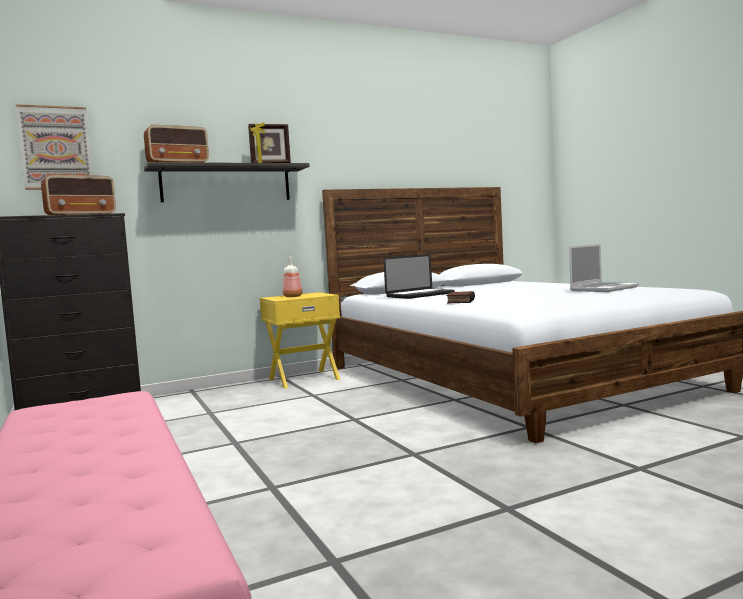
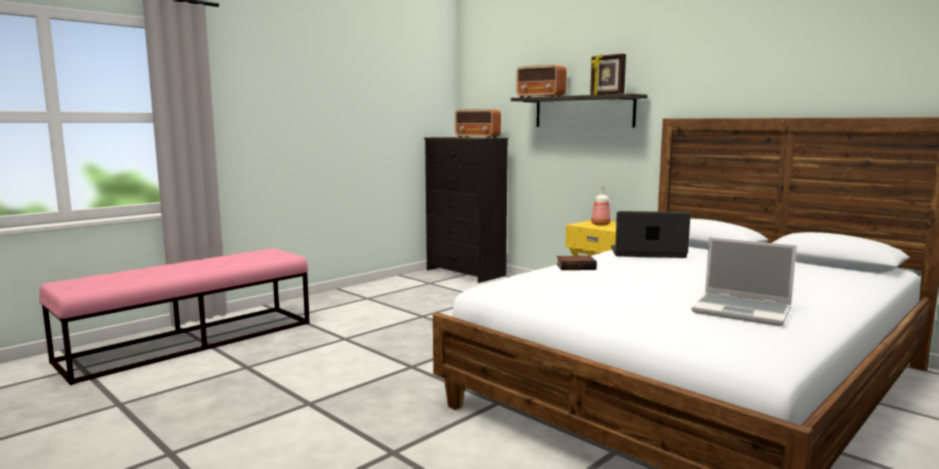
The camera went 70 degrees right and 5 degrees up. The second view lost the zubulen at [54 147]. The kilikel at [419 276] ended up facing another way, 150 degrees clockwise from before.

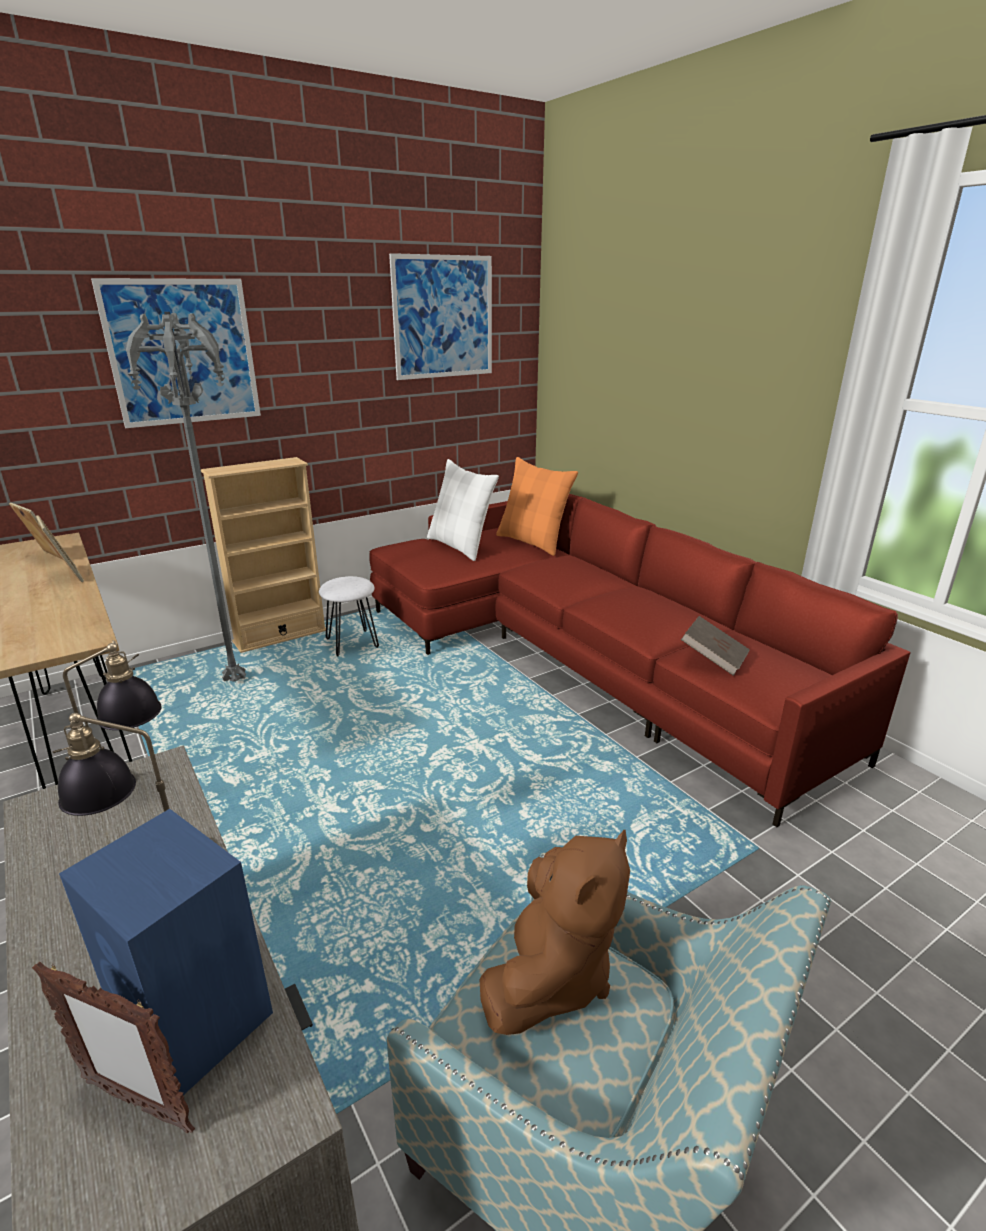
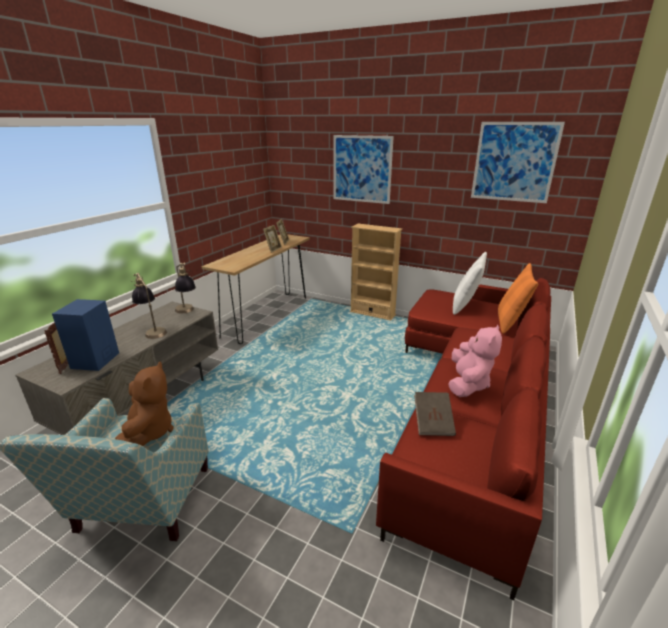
The camera went 60 degrees right and 0 degrees up. The second view lost the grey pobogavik at [186 496]. The second view lost the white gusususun at [349 616]. The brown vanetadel at [555 932] ended up facing another way, 90 degrees counterclockwise from before. The second view gained the pink vanetadel at [475 360].

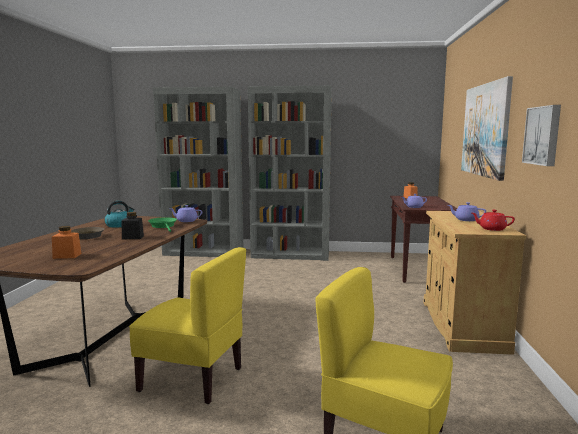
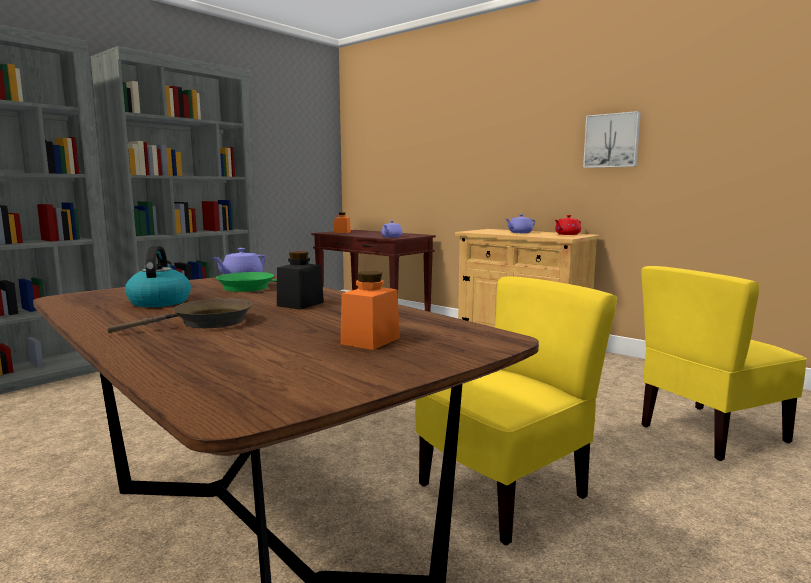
The camera went 55 degrees left and 0 degrees up. The second view lost the zubulen at [487 128].

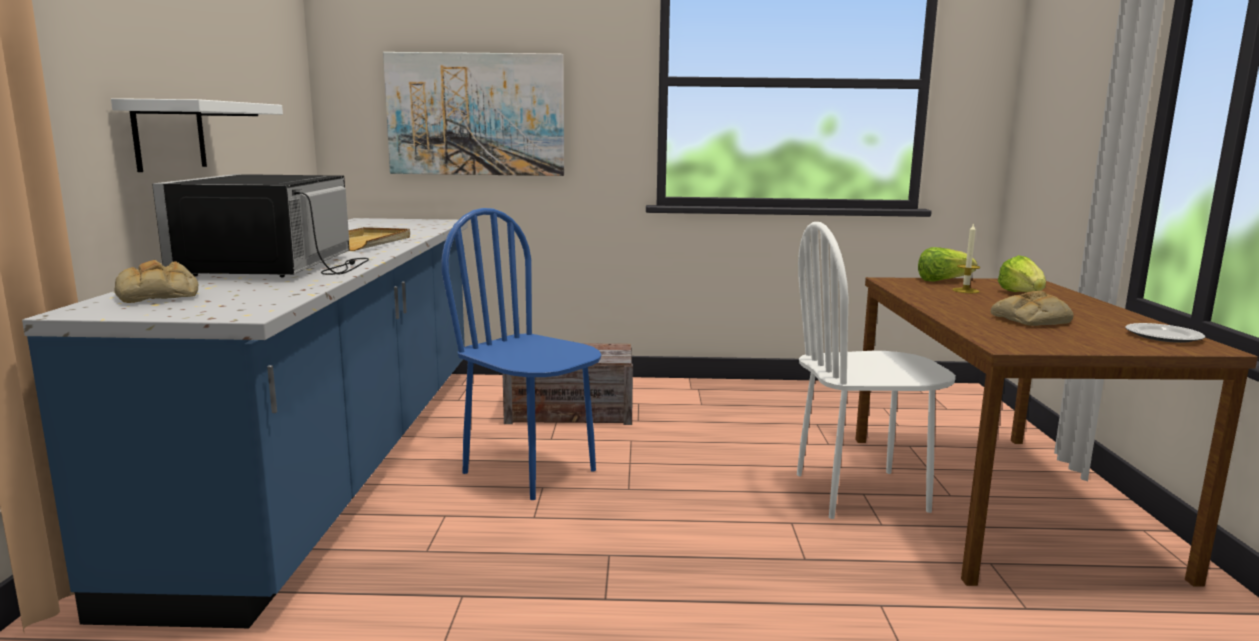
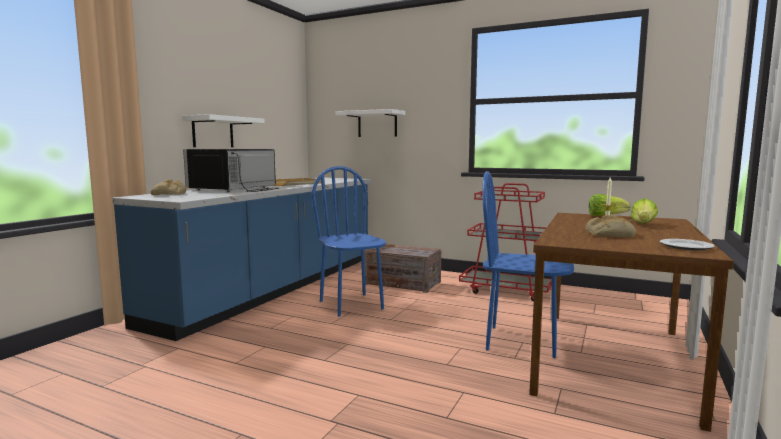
The camera went 25 degrees right and 5 degrees down. Where the zubulen hung at [473 114], the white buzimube came to hang at [370 123]. What was the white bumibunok at [876 370] turned into the blue bumibunok at [528 264]. The second view gained the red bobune at [505 242].

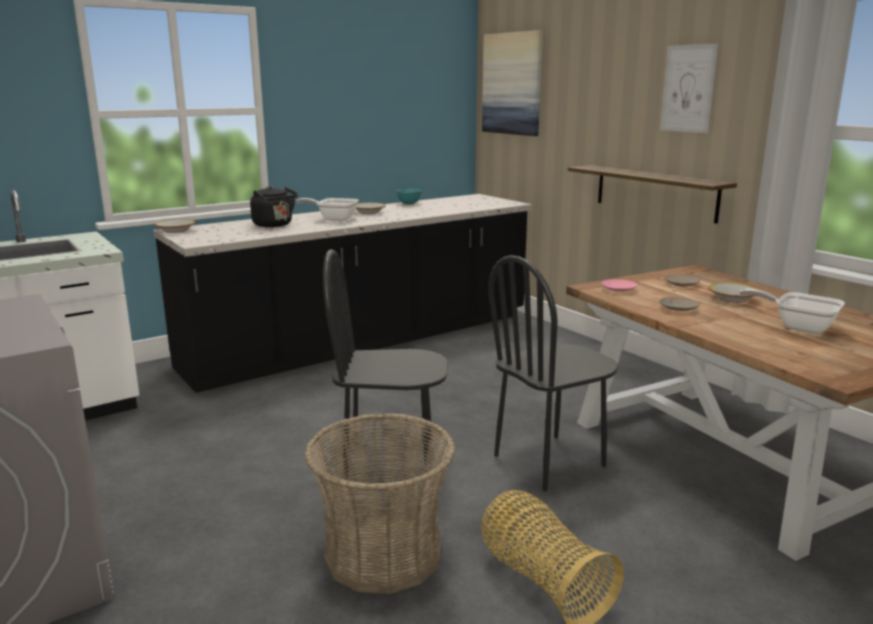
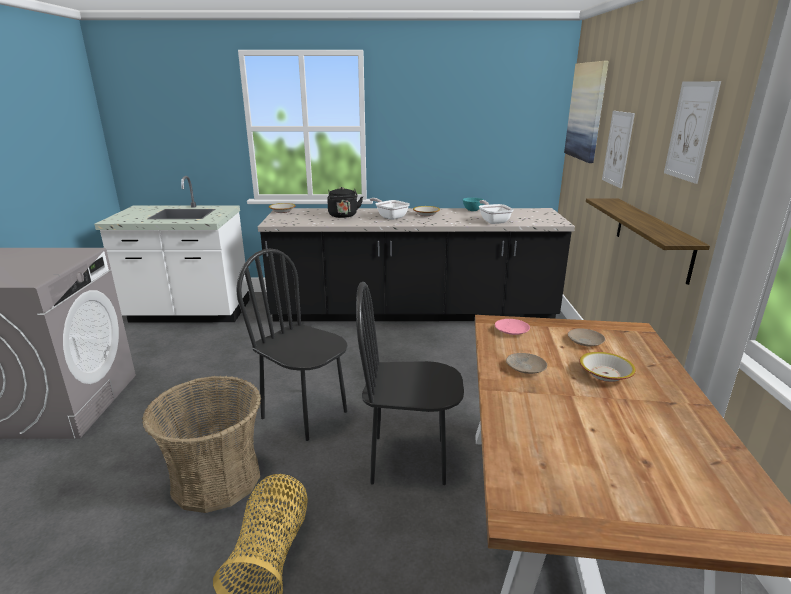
The camera went 35 degrees right and 5 degrees up. The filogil ended up elsewhere, having gone from [792 311] to [496 212]. The second view gained the zubulen at [618 149].

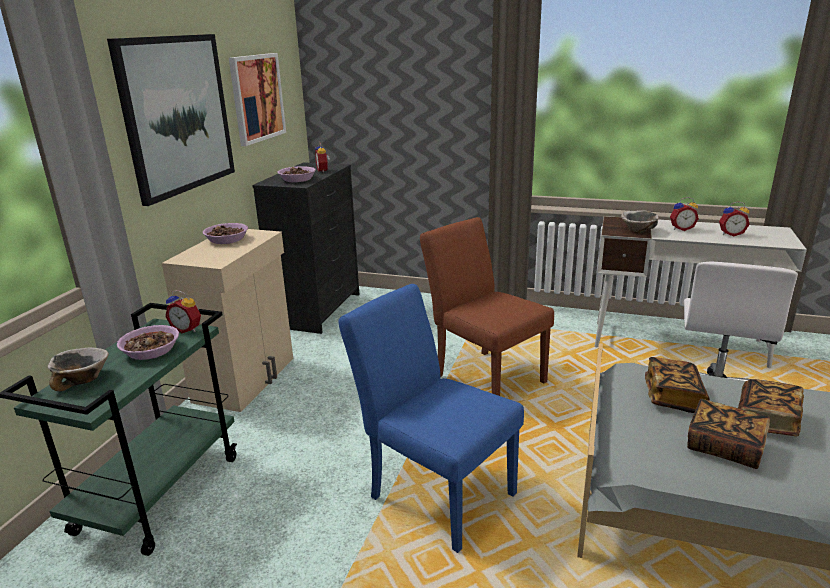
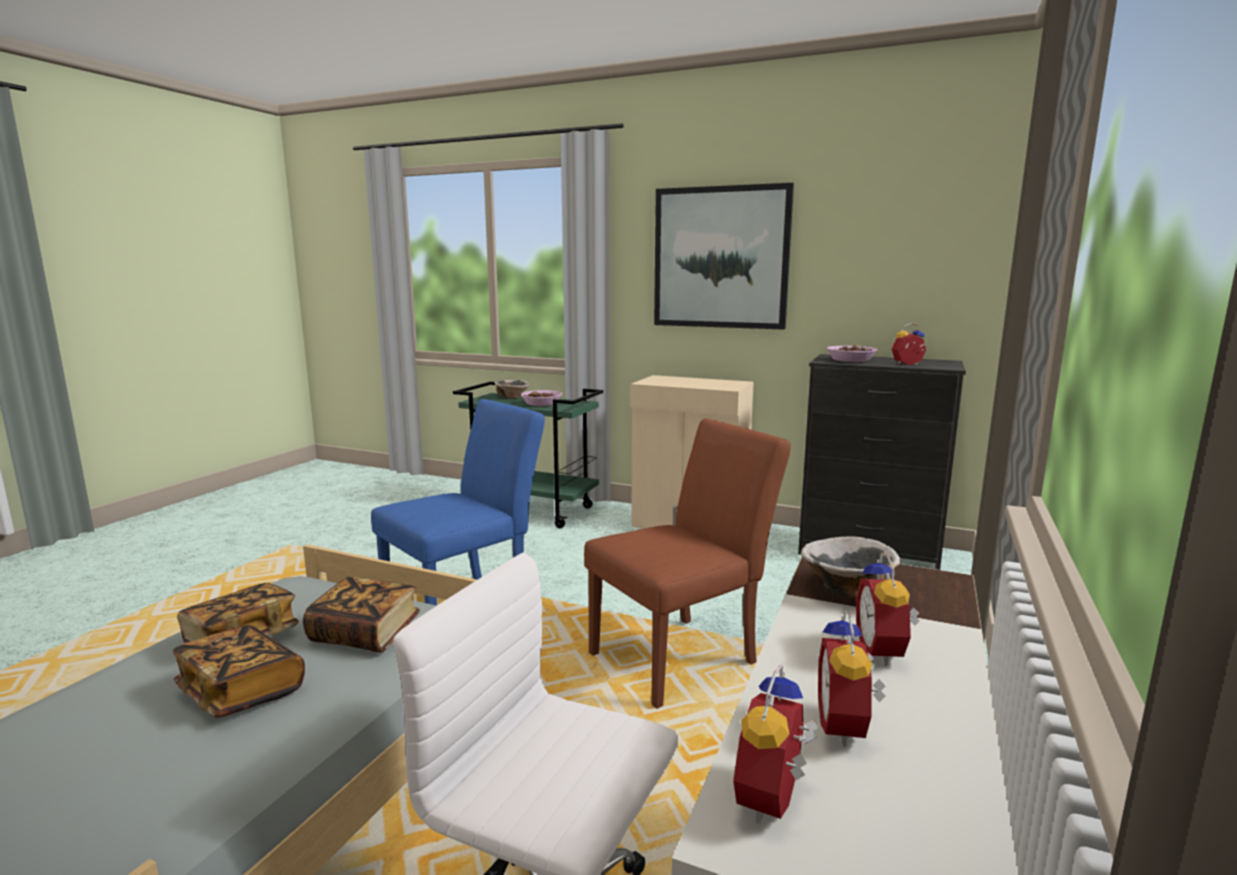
The camera went 95 degrees right and 10 degrees down. The second view lost the zubulen at [257 99]. The second view lost the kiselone at [225 233]. The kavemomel ended up elsewhere, having gone from [183 311] to [776 744].

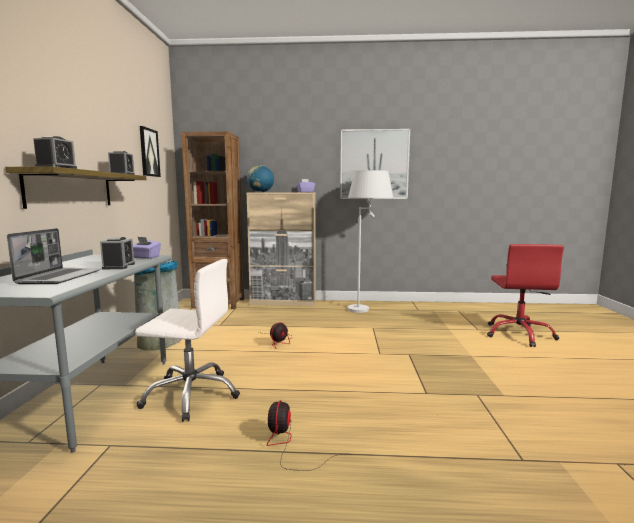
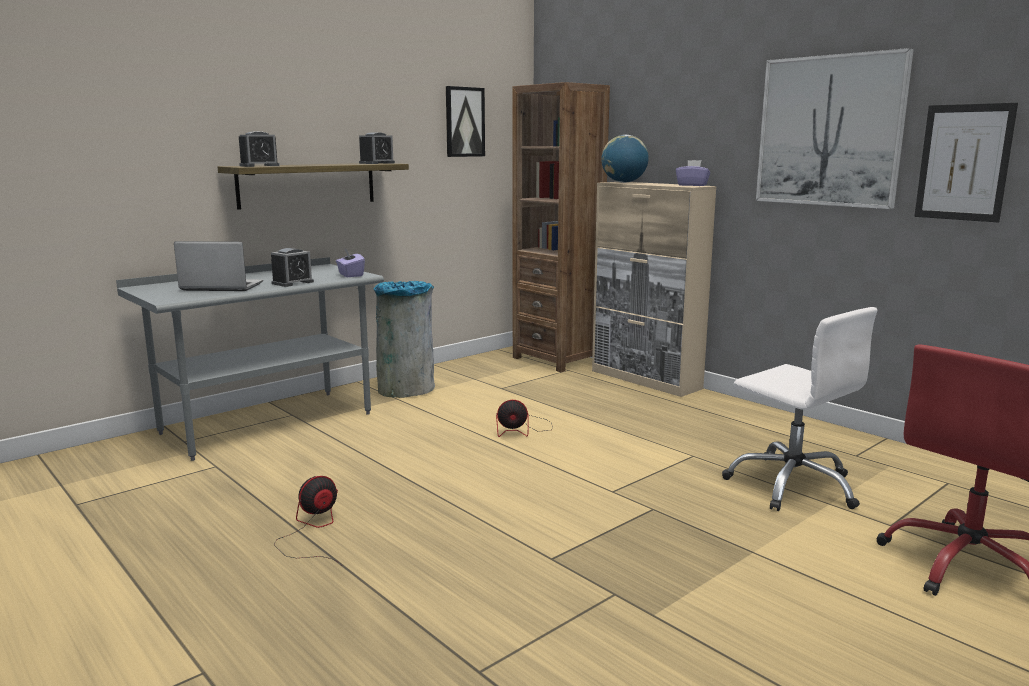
The camera went 45 degrees right and 5 degrees up. The second view lost the white pobogavik at [370 241]. The kilikel at [54 256] ended up facing another way, 135 degrees counterclockwise from before. The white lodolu ended up elsewhere, having gone from [187 340] to [799 409]. The second view gained the zubulen at [966 162].

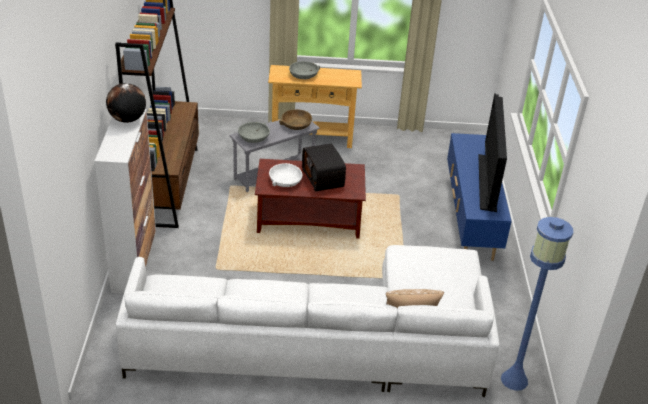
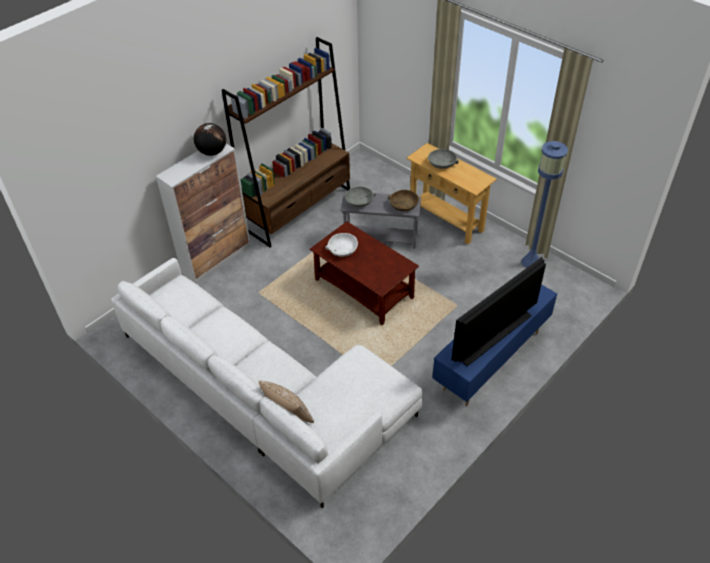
The camera went 45 degrees right and 10 degrees up. The second view lost the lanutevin at [324 167]. The blue pobogavik ended up elsewhere, having gone from [537 304] to [544 204].

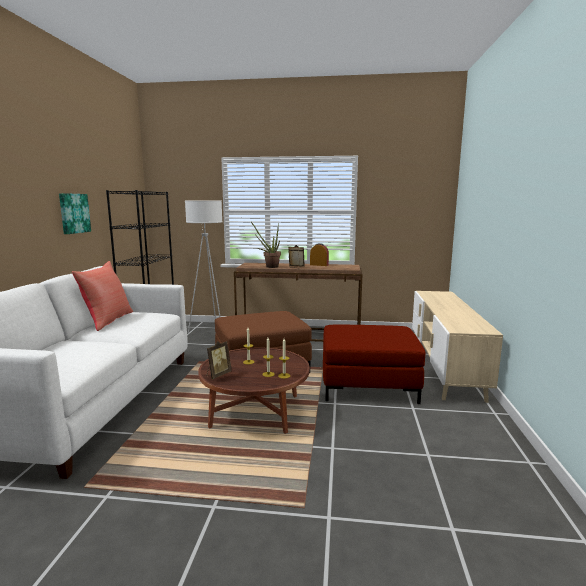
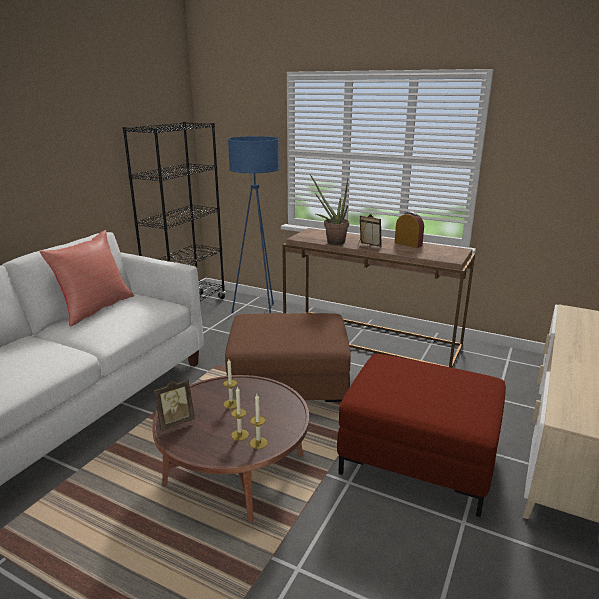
The camera went 20 degrees right and 10 degrees up. The second view lost the zubulen at [75 213]. What was the white pobogavik at [204 266] turned into the blue pobogavik at [253 224].

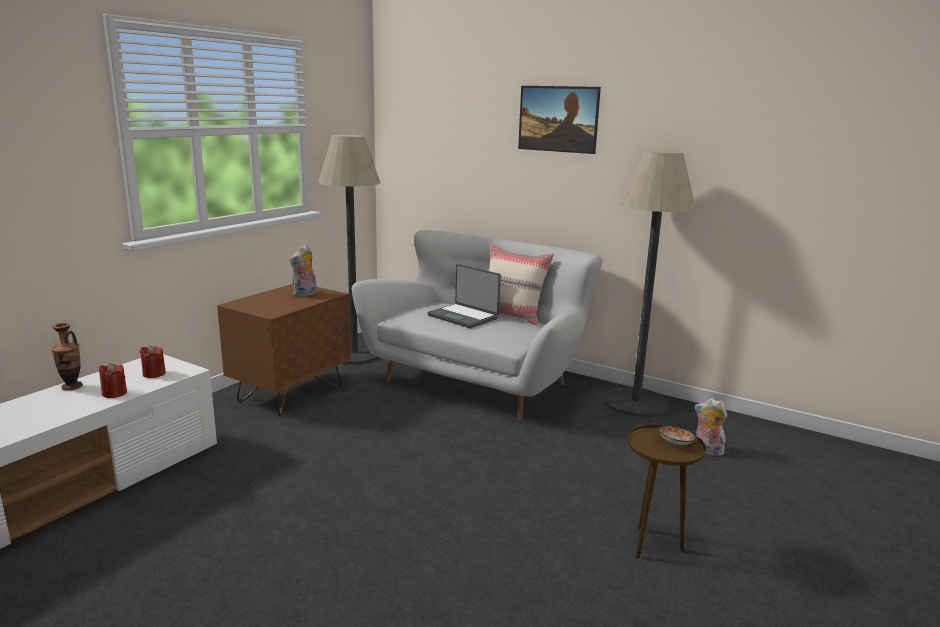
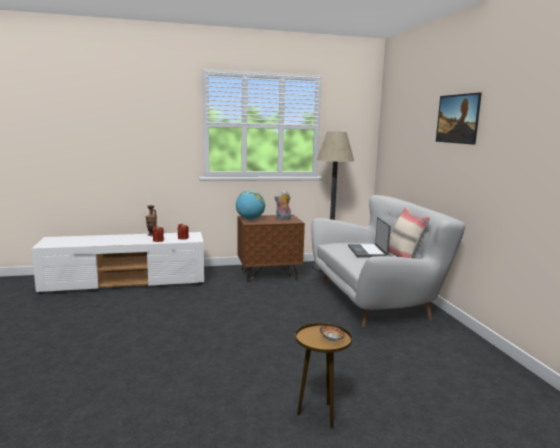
The camera went 45 degrees right and 5 degrees down. The second view lost the pobogavik at [650 283]. The second view lost the vanetadel at [711 427]. The second view gained the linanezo at [250 205].

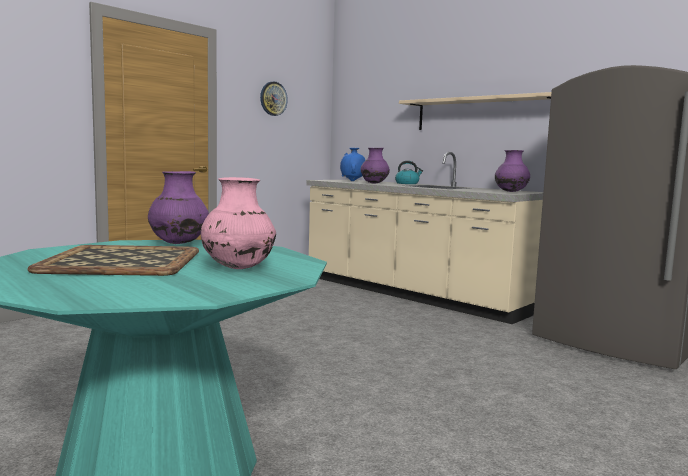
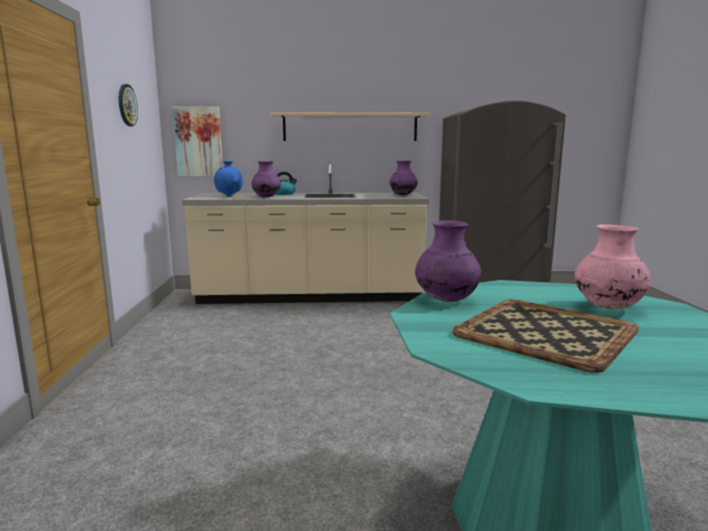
The camera went 45 degrees left and 5 degrees up. The second view gained the zubulen at [198 142].

